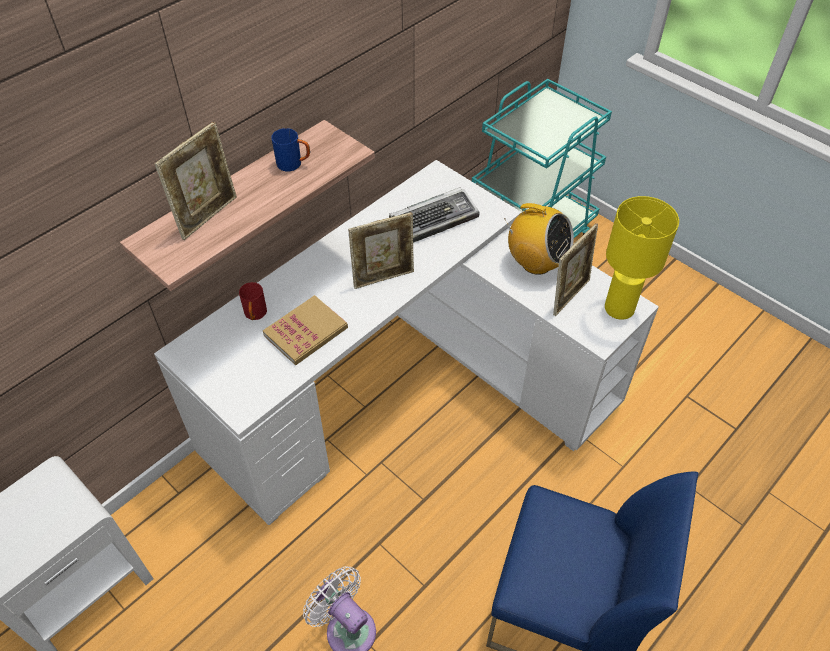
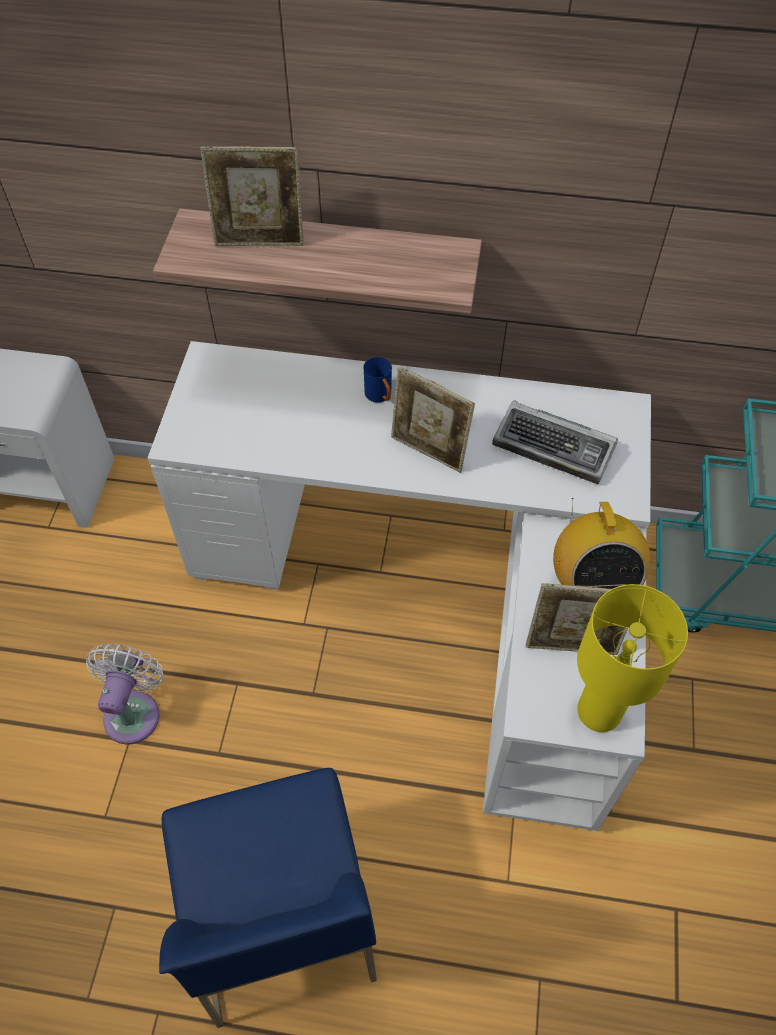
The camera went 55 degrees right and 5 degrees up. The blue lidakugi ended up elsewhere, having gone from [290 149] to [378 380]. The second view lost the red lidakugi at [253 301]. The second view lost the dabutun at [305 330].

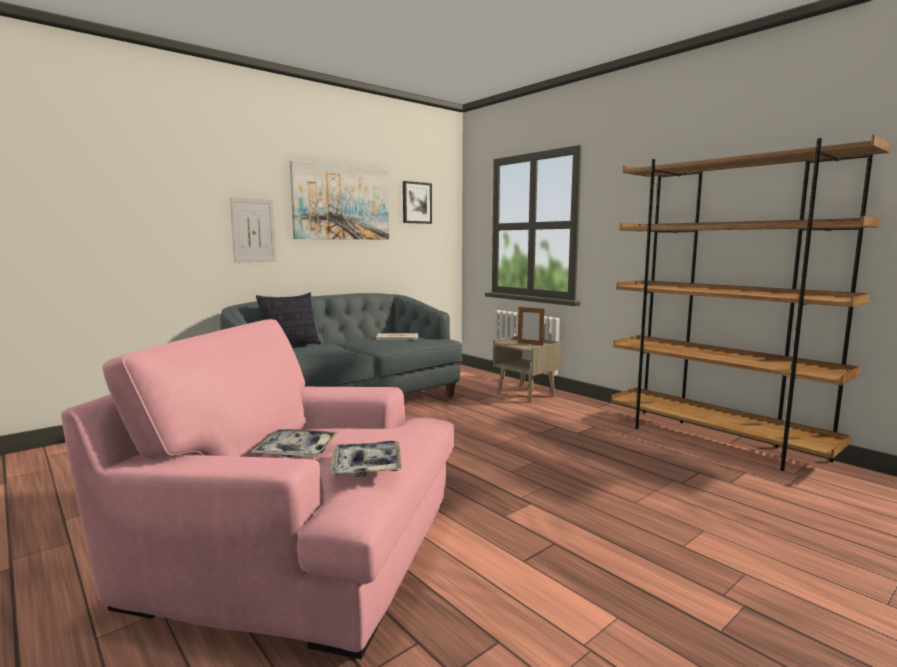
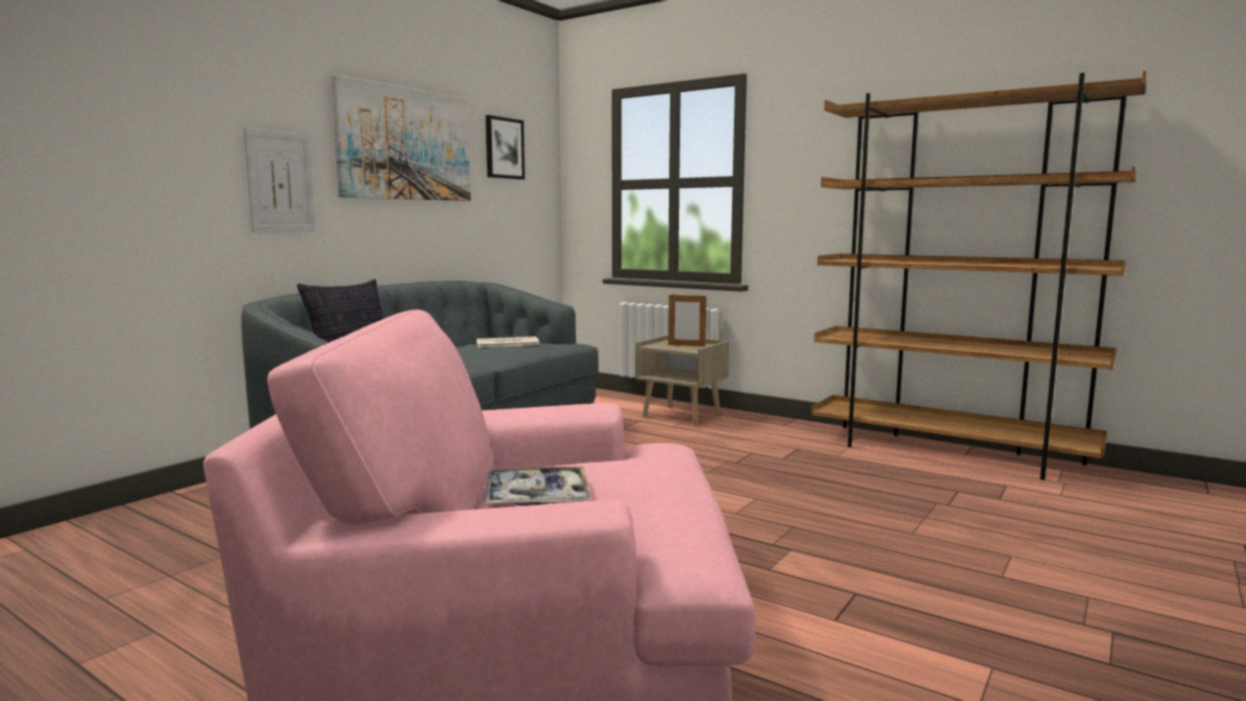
The camera went 15 degrees left and 0 degrees up. The second view lost the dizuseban at [366 459].

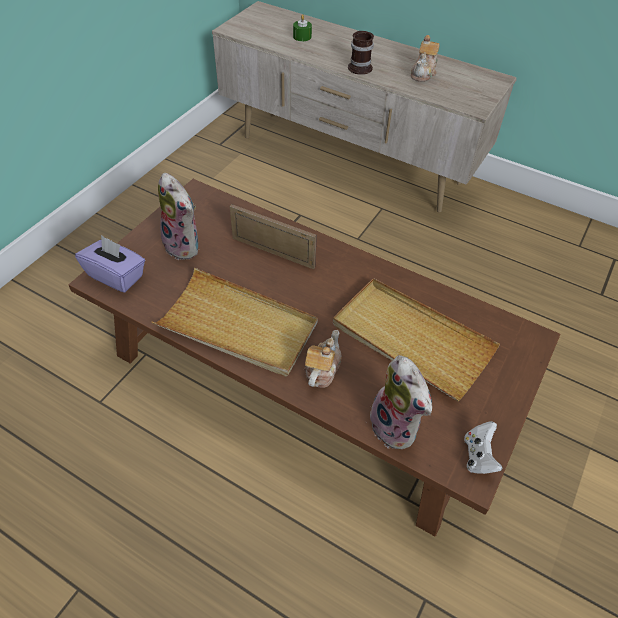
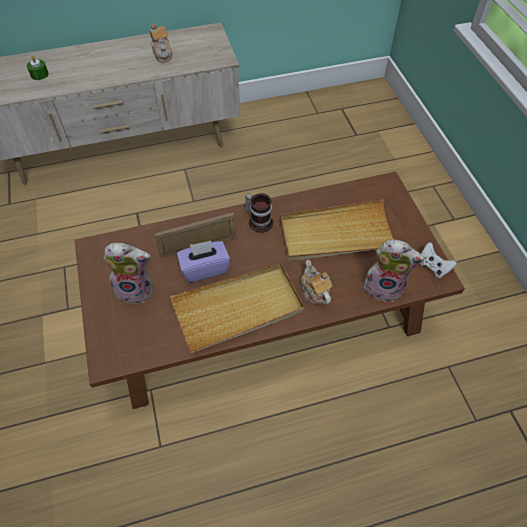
The camera went 45 degrees left and 5 degrees up. The lidakugi ended up elsewhere, having gone from [361 53] to [259 213]. The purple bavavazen ended up elsewhere, having gone from [110 263] to [203 261].

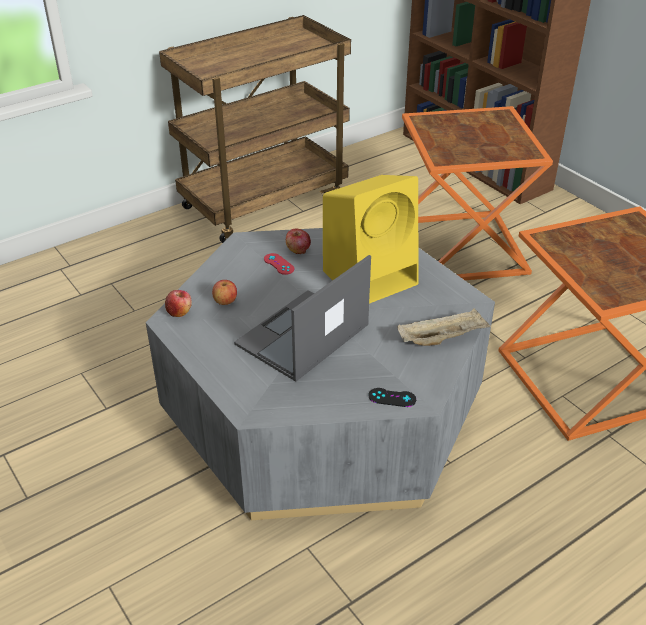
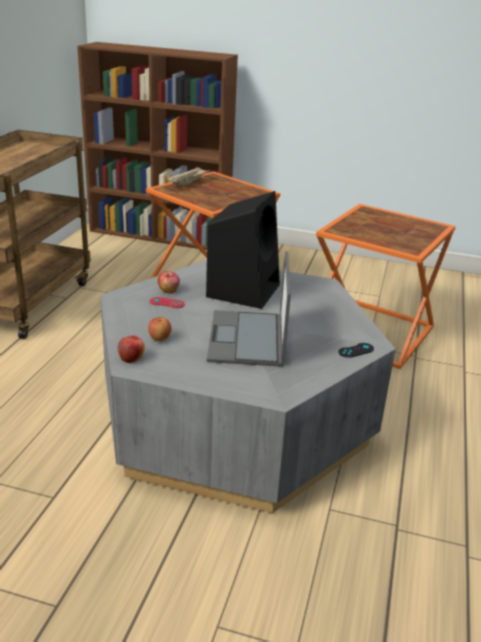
The camera went 40 degrees left and 10 degrees down. What was the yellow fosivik at [371 239] turned into the black fosivik at [243 250]. The beige dizuseban ended up elsewhere, having gone from [444 327] to [188 176].

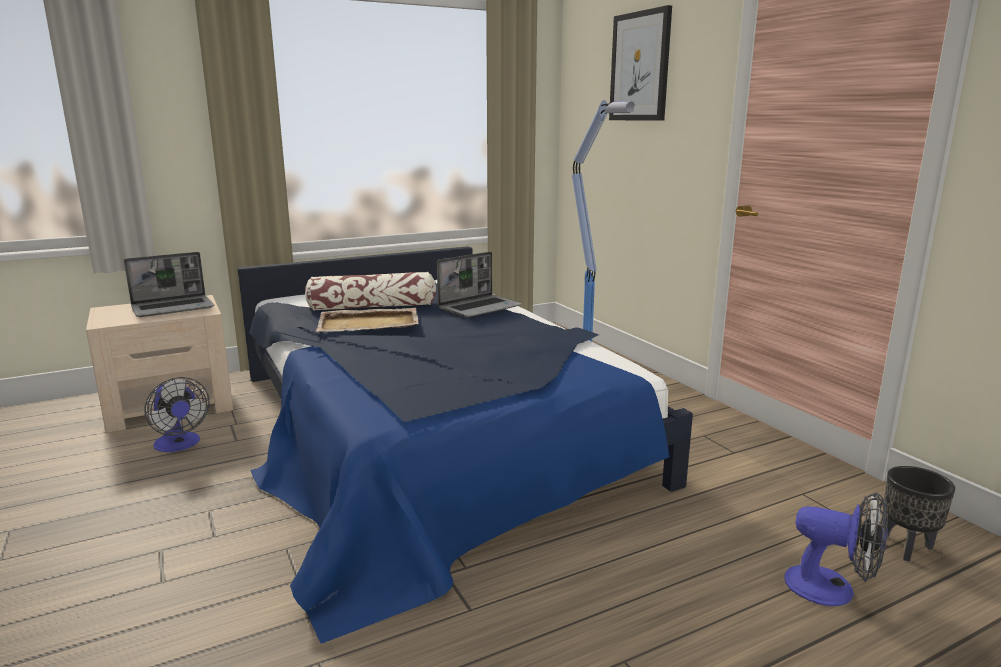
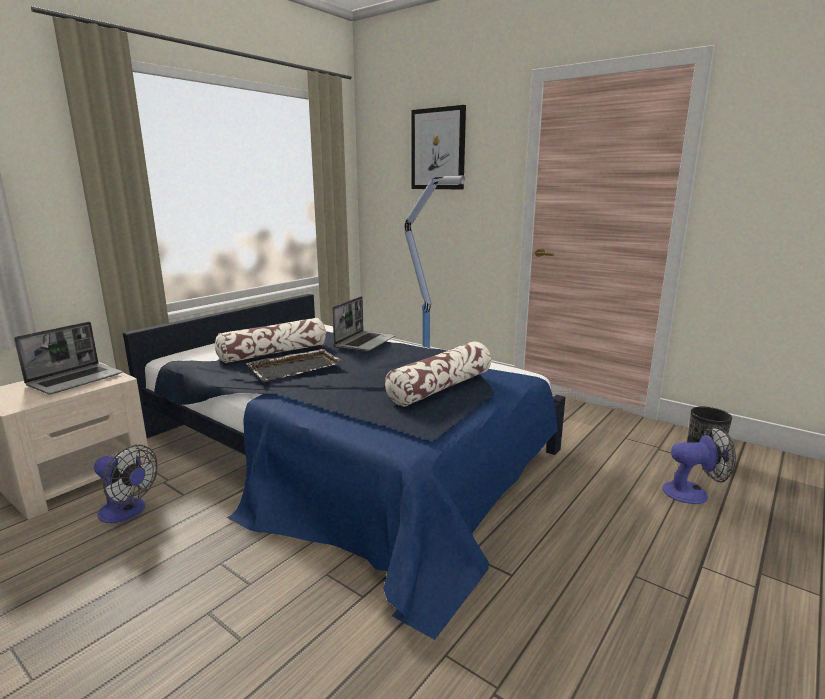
The camera went 25 degrees left and 0 degrees up. What was the beige dizuseban at [367 320] turned into the black dizuseban at [295 365]. The second view gained the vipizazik at [438 374].

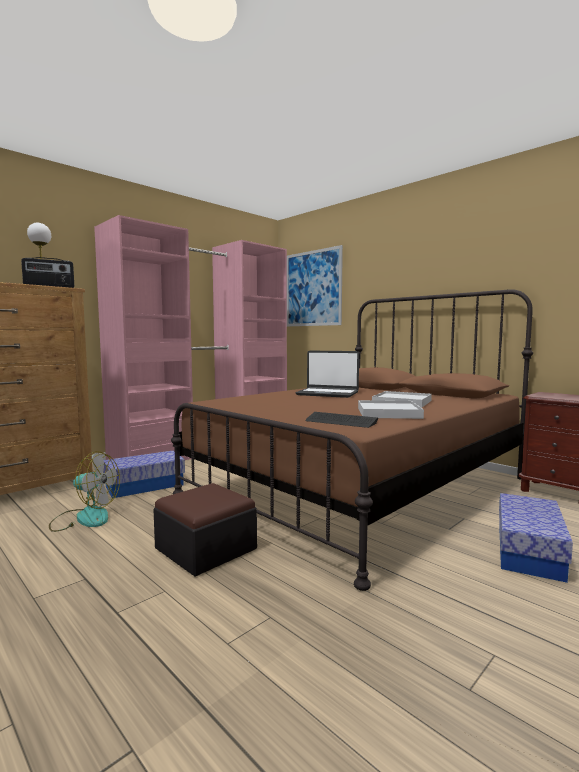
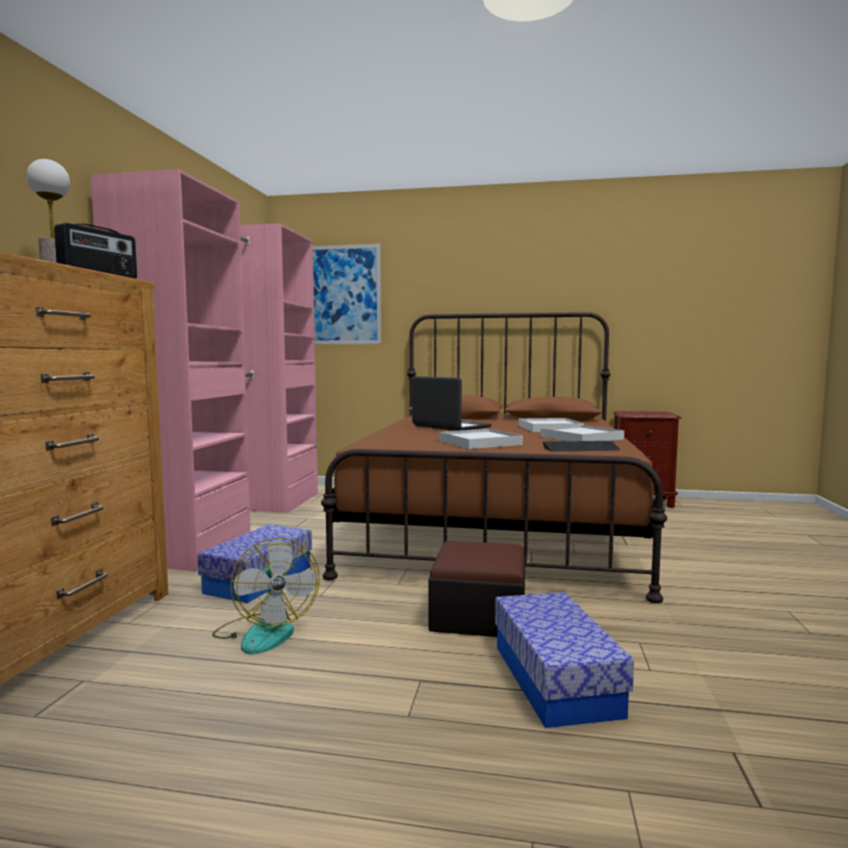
The camera went 35 degrees left and 0 degrees up. The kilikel at [327 374] ended up facing another way, 120 degrees counterclockwise from before. The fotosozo at [84 491] ended up facing another way, 90 degrees clockwise from before. The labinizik ended up elsewhere, having gone from [536 538] to [564 660]. The second view gained the white dizuseban at [481 439].

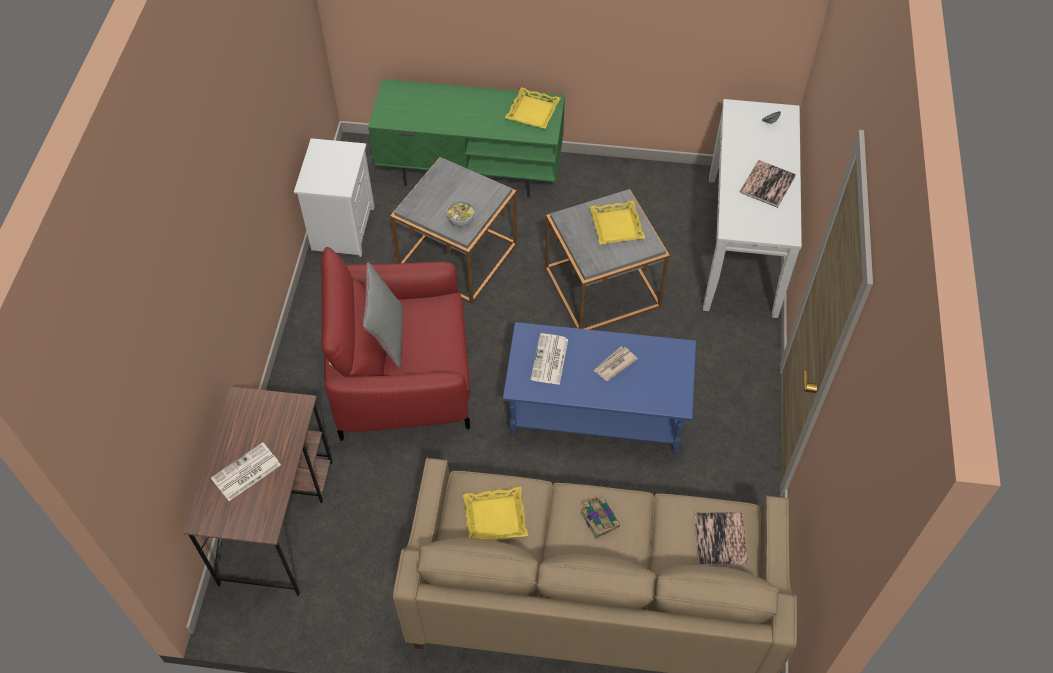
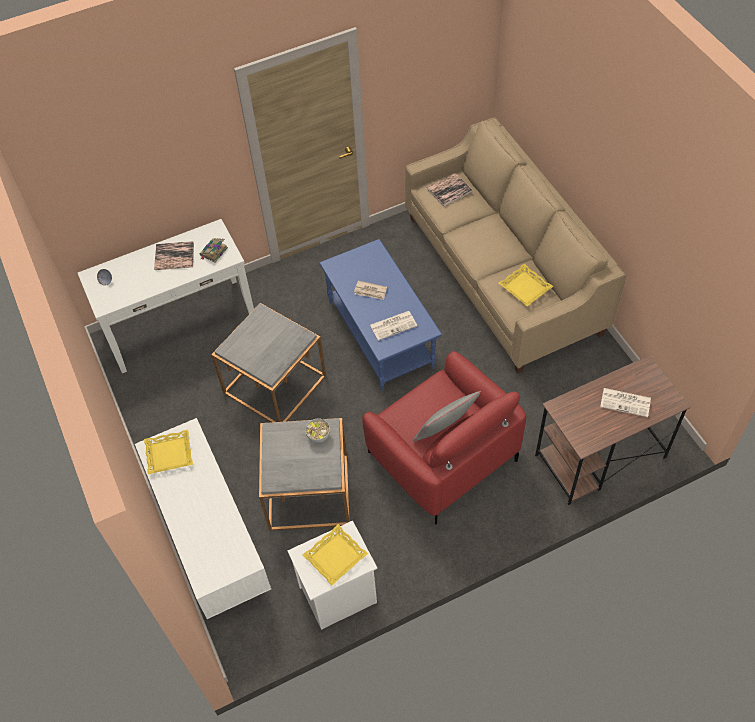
The camera went 120 degrees left and 0 degrees up. What was the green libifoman at [466 138] turned into the white libifoman at [203 518]. The yellow dizuseban ended up elsewhere, having gone from [617 222] to [335 554]. The dabutun ended up elsewhere, having gone from [600 518] to [214 250].

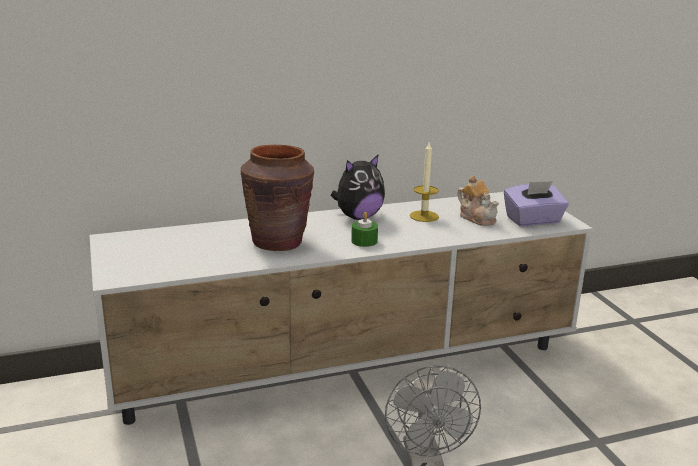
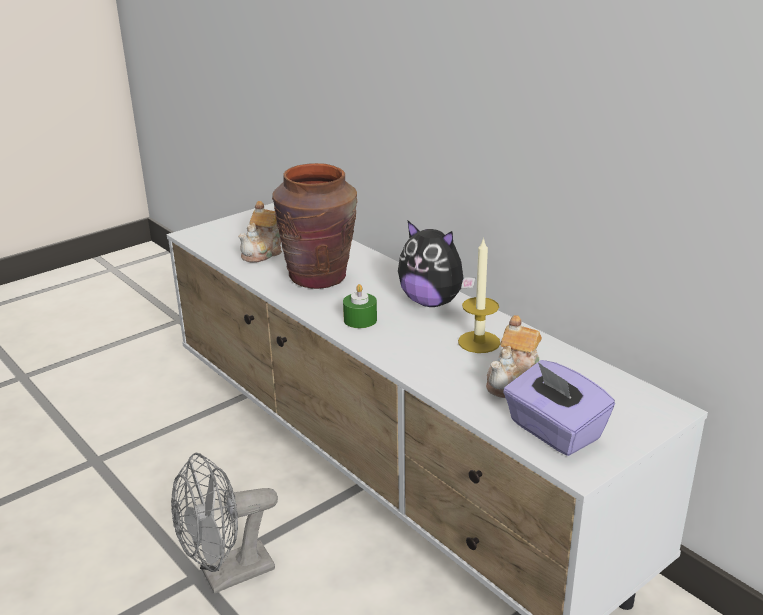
The camera went 70 degrees right and 5 degrees up. The second view gained the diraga at [260 232].

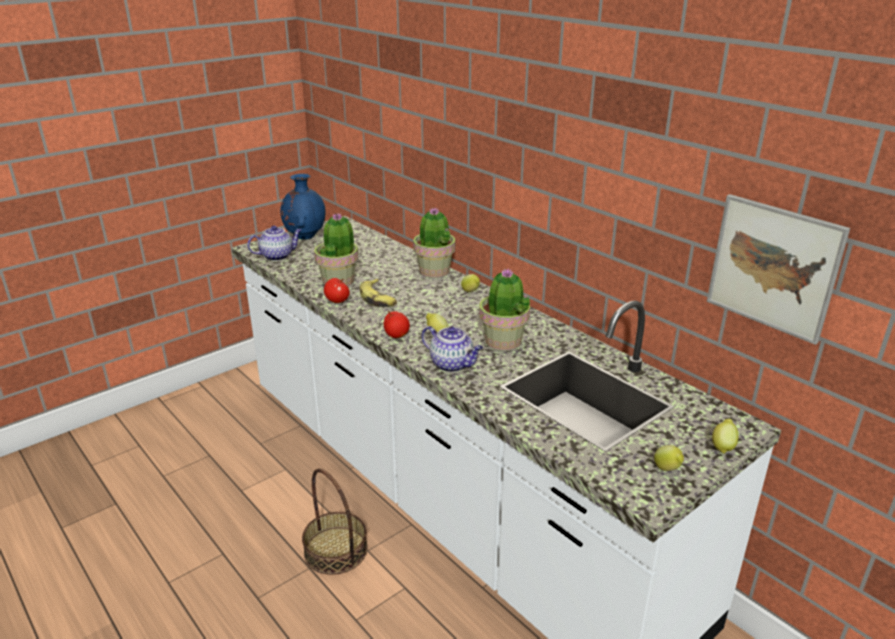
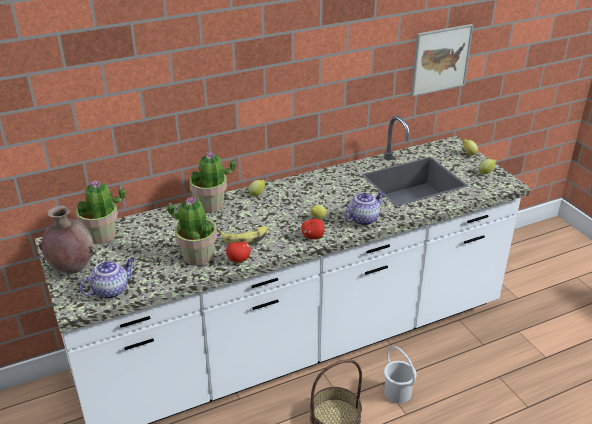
The camera went 75 degrees left and 5 degrees up. What was the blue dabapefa at [303 207] turned into the brown dabapefa at [68 239]. The diraga at [274 243] ended up facing another way, 60 degrees clockwise from before. The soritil ended up elsewhere, having gone from [504 309] to [101 212]. The second view gained the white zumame at [400 375].

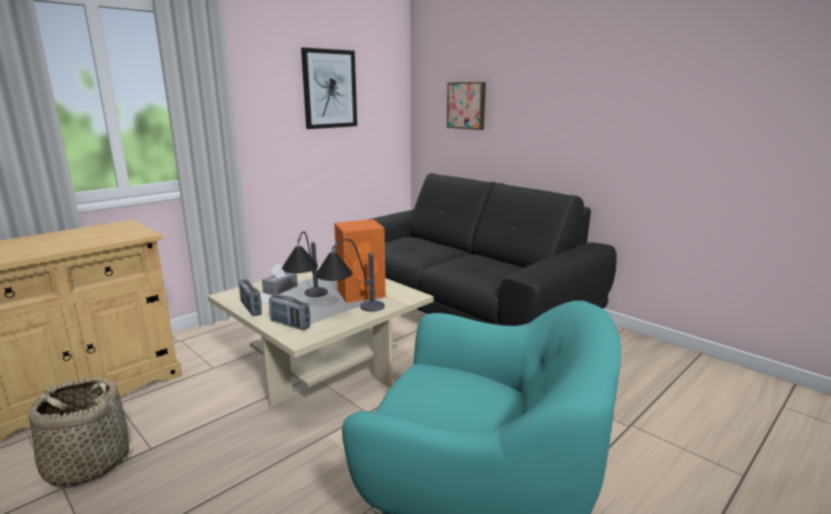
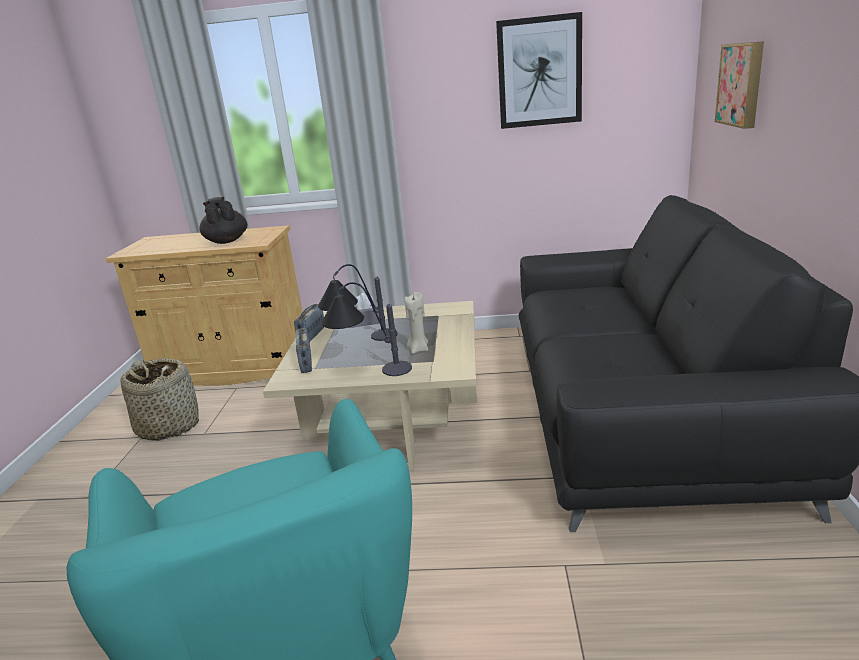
The camera went 50 degrees right and 5 degrees up. Where the orange fosivik stood at [360 261], the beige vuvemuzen came to stand at [416 323]. The second view gained the black diraga at [223 220].

